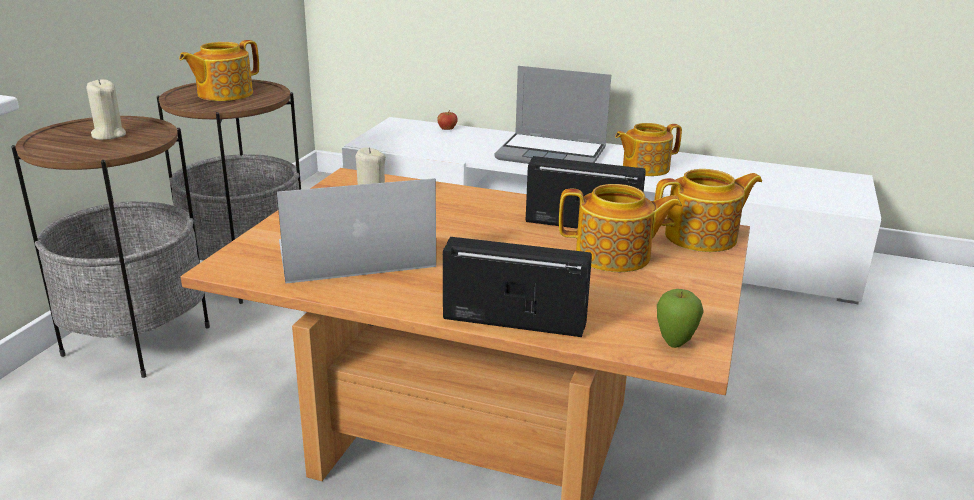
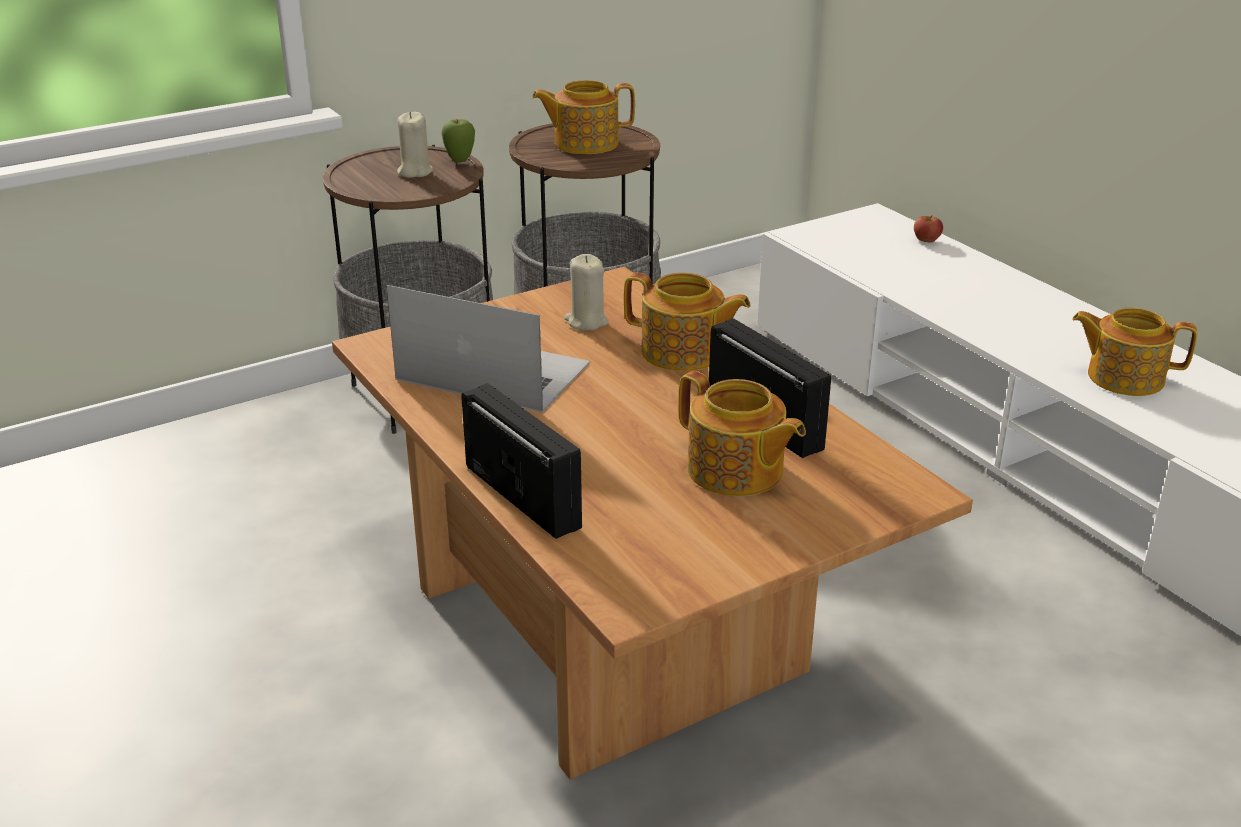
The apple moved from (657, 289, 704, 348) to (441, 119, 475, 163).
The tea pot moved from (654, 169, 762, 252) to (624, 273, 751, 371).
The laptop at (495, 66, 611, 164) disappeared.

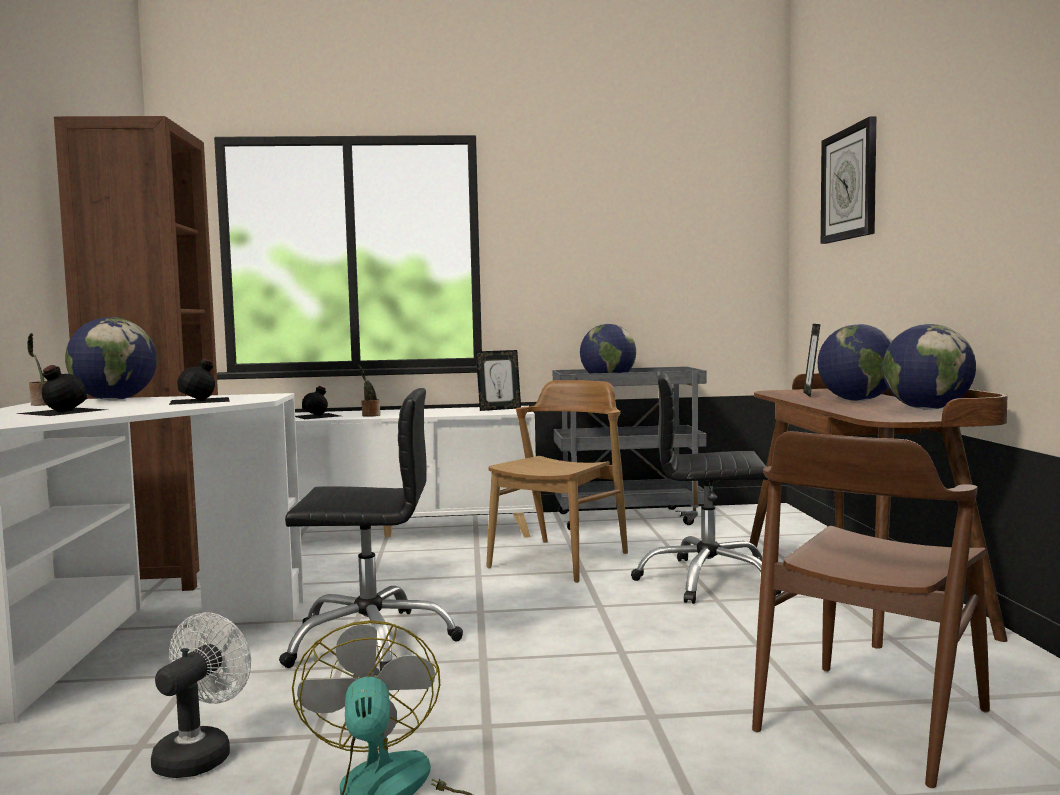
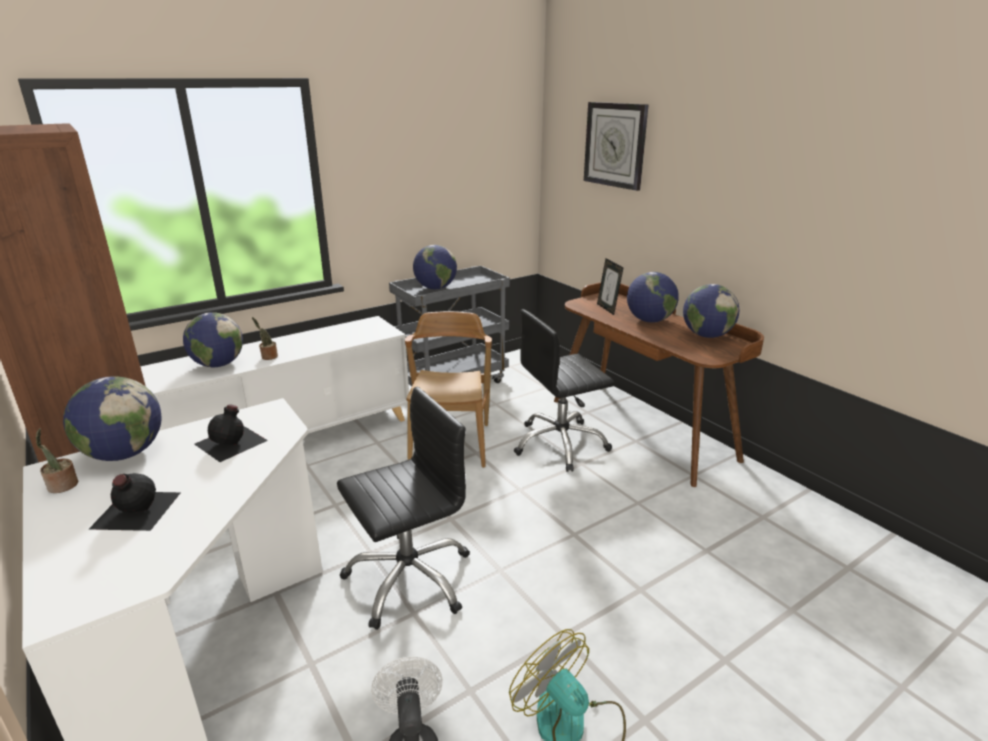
The bottle/black at (295, 386, 340, 419) was replaced by the world globe at (183, 312, 243, 367).
The photo frame at (476, 350, 521, 411) disappeared.
The plain chair/brownish at (752, 431, 990, 788) disappeared.

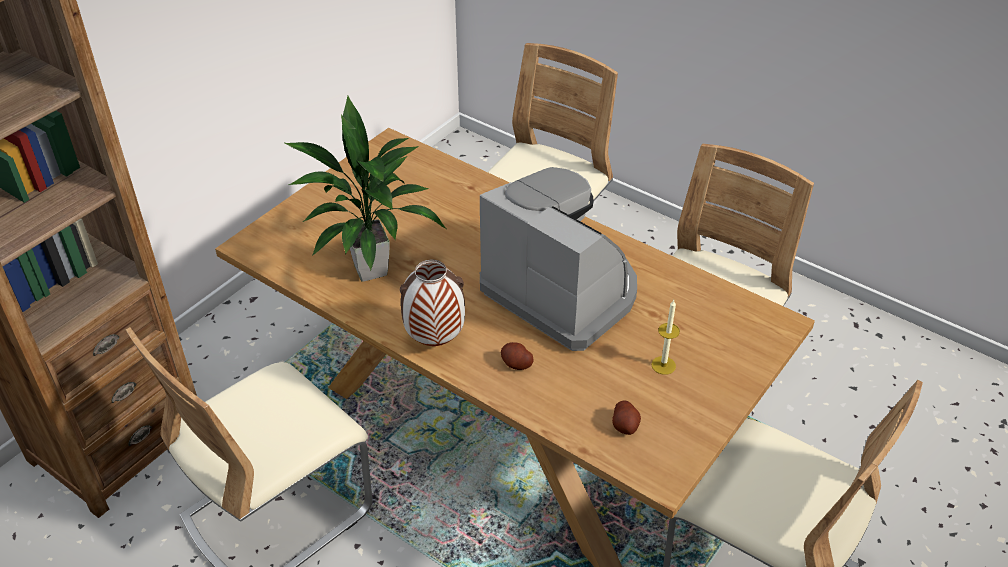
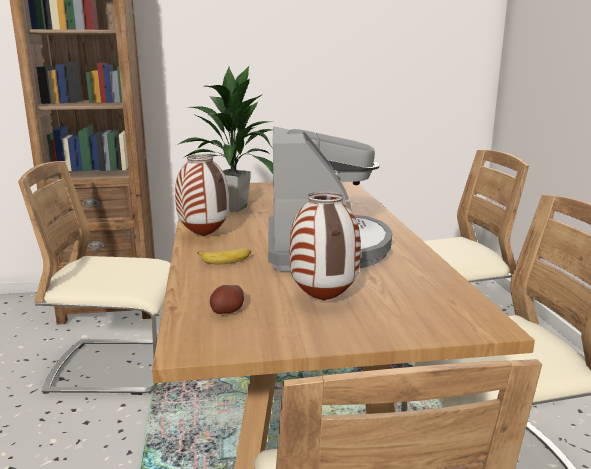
The potato at (501, 342, 534, 370) was replaced by the banana at (197, 248, 251, 264).
The candle at (651, 300, 680, 375) was replaced by the decorative vase at (289, 191, 361, 301).

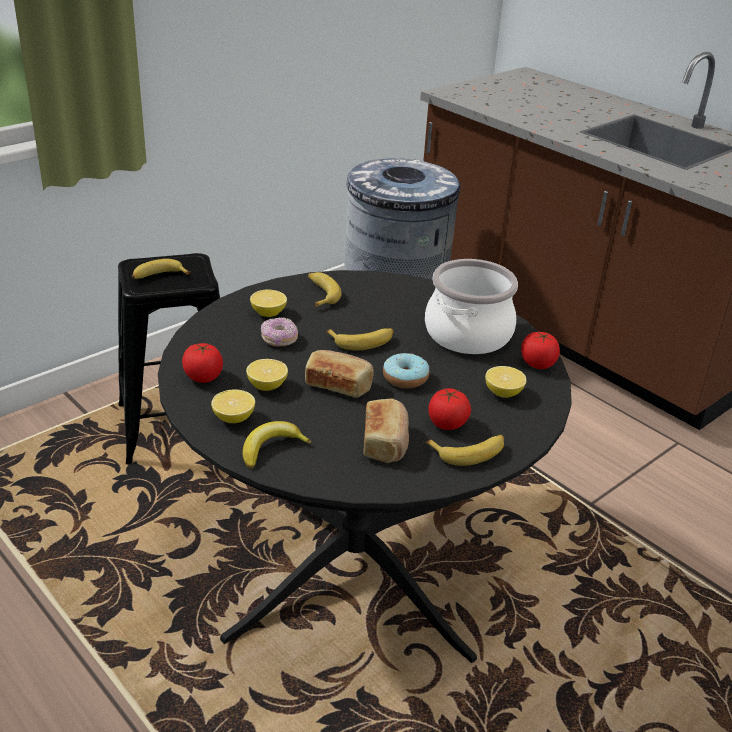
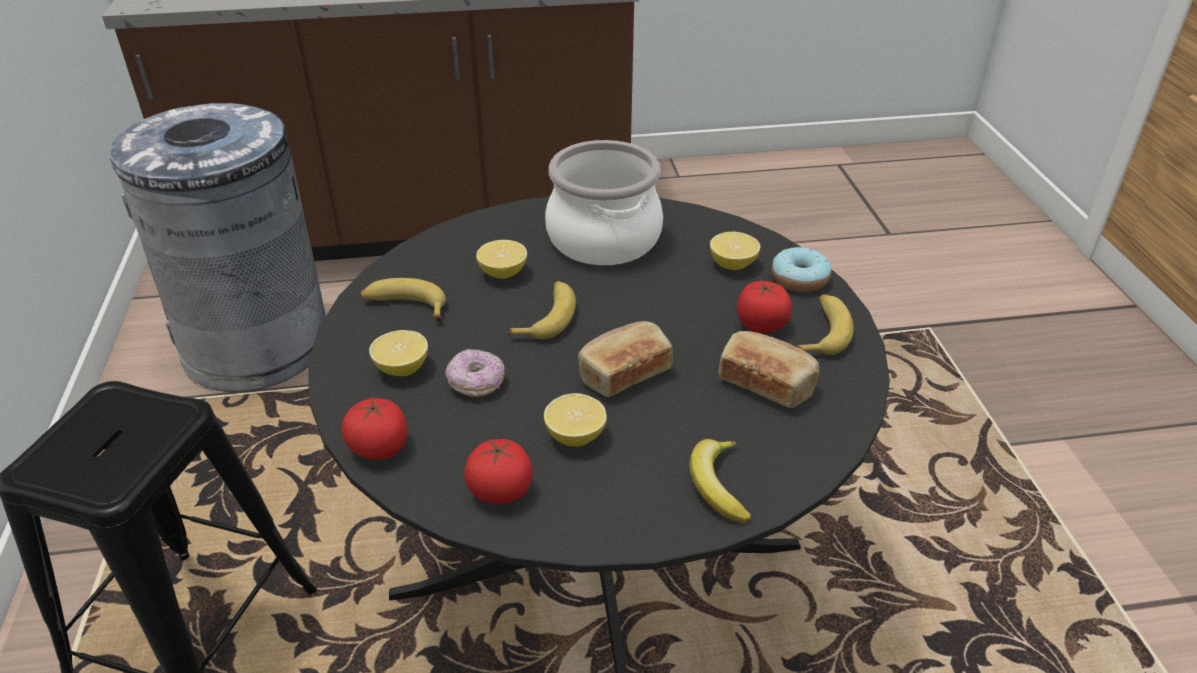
The tomato moved from (521, 332, 560, 369) to (342, 397, 407, 460).
The citrus fruit moved from (211, 389, 255, 423) to (476, 240, 527, 279).
The donut moved from (383, 353, 429, 388) to (771, 247, 831, 292).
The banana at (132, 259, 191, 279) disappeared.

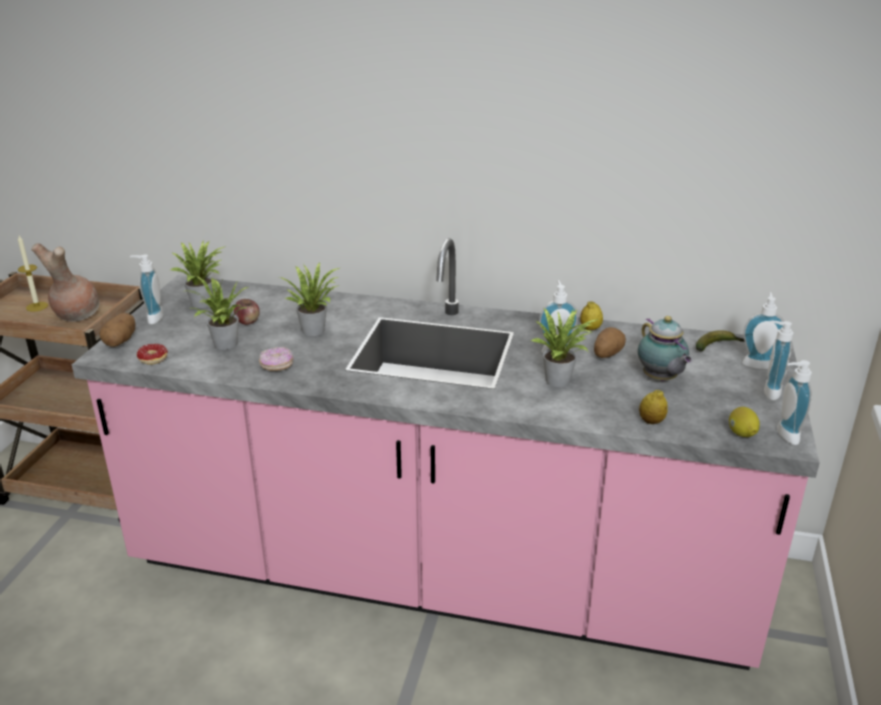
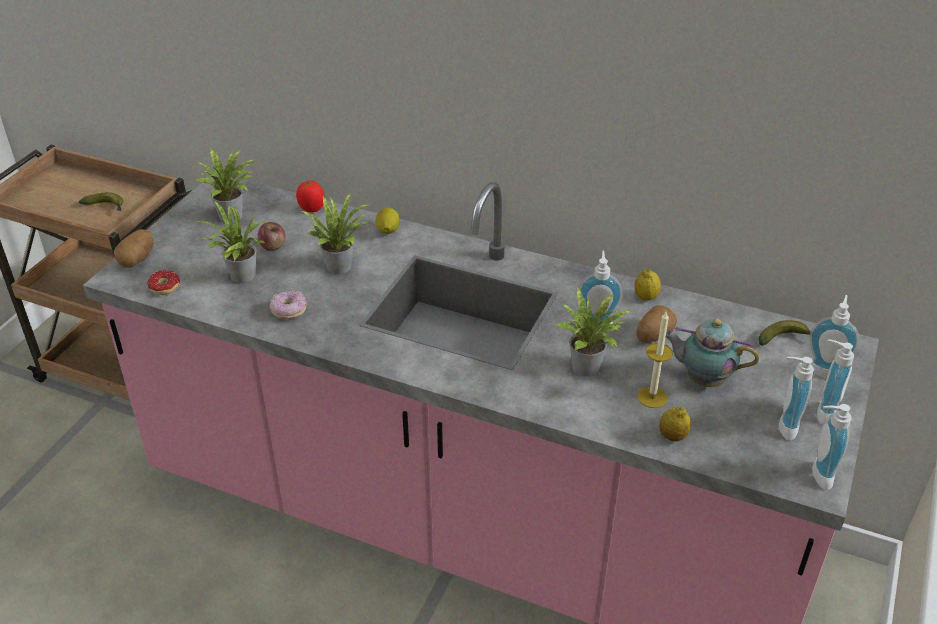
The decorative vase/brownish at (31, 243, 100, 322) was replaced by the banana at (79, 192, 123, 211).
The tomato at (296, 181, 325, 212) appeared.
The citrus fruit moved from (729, 407, 760, 437) to (375, 208, 400, 234).
The candle moved from (18, 235, 48, 312) to (638, 312, 673, 408).
The tea pot at (638, 316, 693, 381) turned 120 degrees clockwise.
The soap bottle moved from (130, 255, 164, 324) to (779, 357, 814, 440).

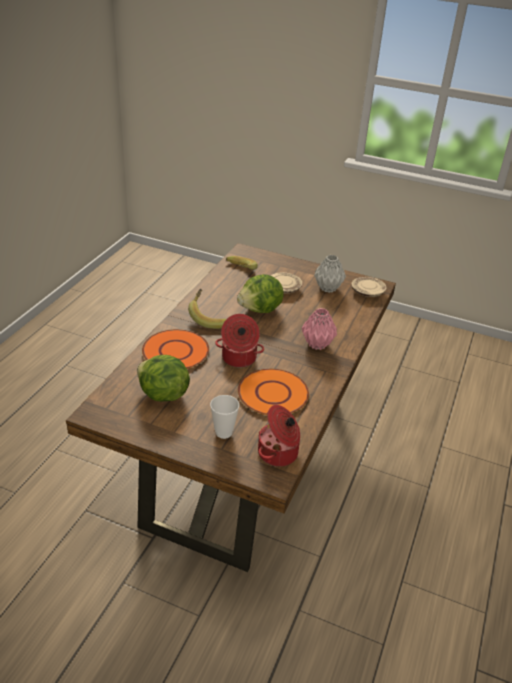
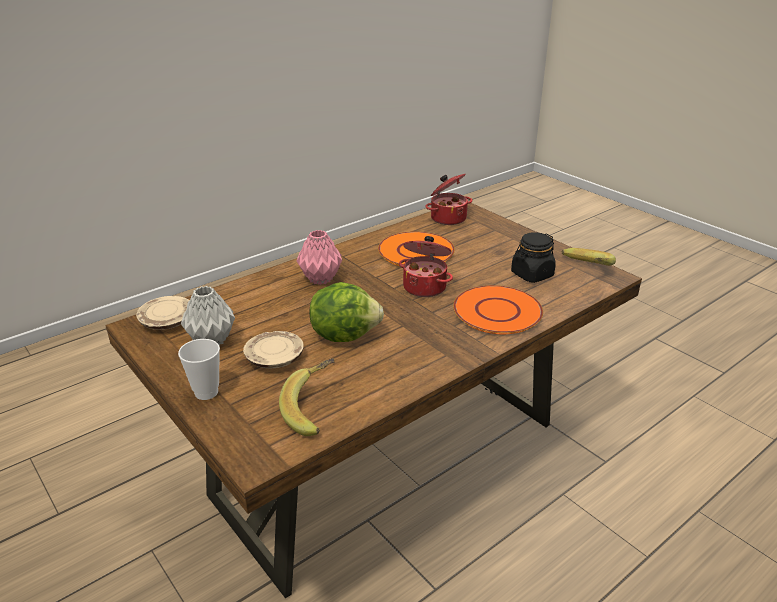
The drinking cup moved from (210, 395, 239, 439) to (178, 339, 220, 400).
The lettuce at (137, 355, 190, 402) was replaced by the jar/black at (511, 232, 556, 283).
The banana moved from (188, 289, 226, 329) to (562, 248, 616, 266).

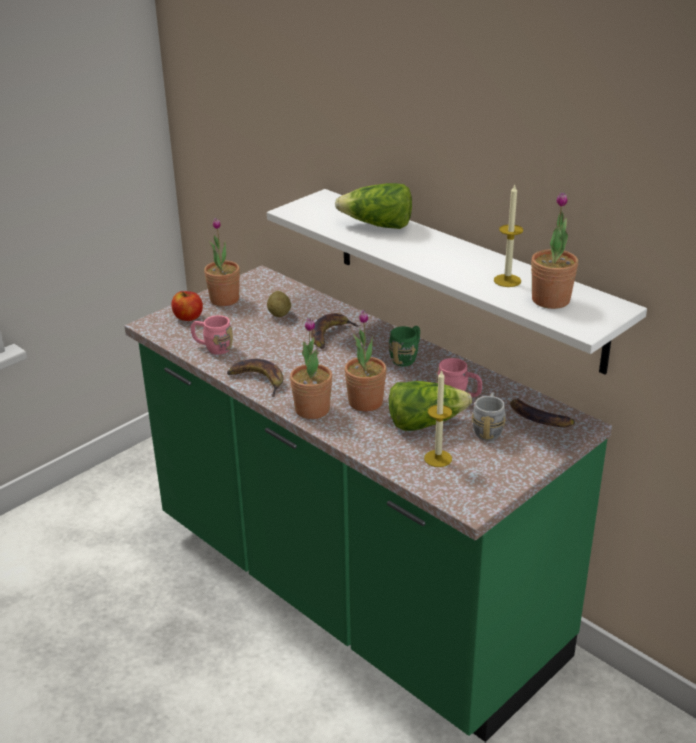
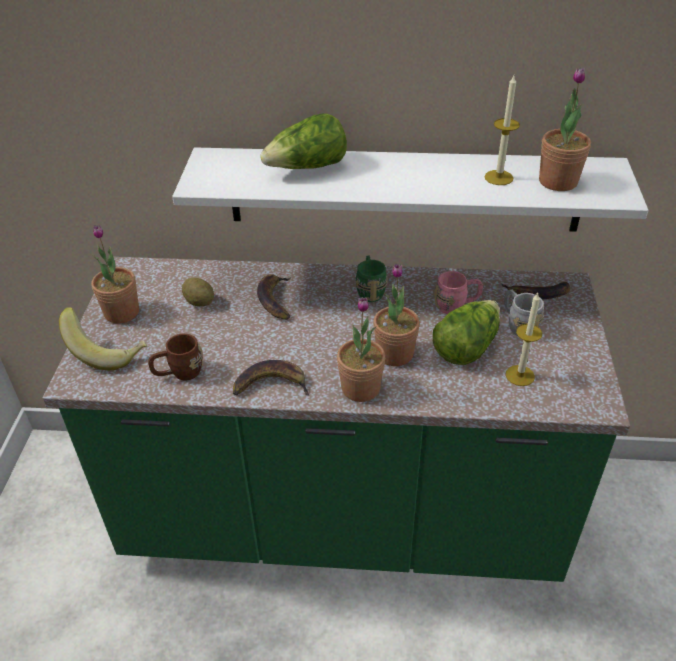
The apple at (172, 291, 203, 321) was replaced by the banana at (59, 307, 147, 370).
The tea mug/pinkish at (191, 315, 233, 355) became the tea mug/brownish at (148, 334, 203, 380).

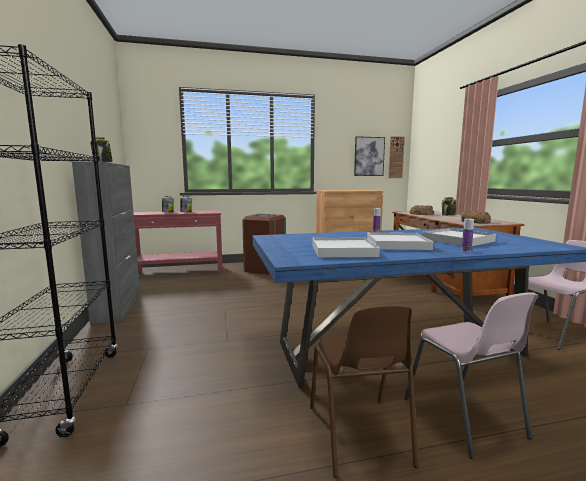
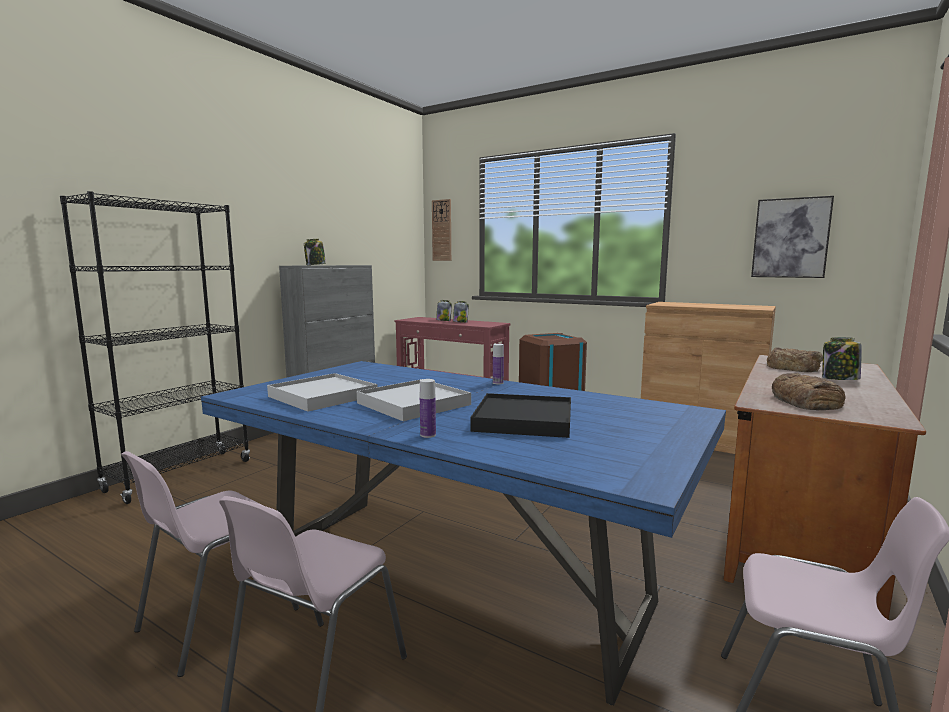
The plain chair/brownish at (310, 304, 418, 478) became the plain chair/pinkish at (121, 451, 299, 677).
The clock on the wall moved from (388, 136, 405, 178) to (432, 199, 451, 261).
The tray/whitish at (422, 228, 496, 246) became the tray/black at (471, 393, 571, 438).

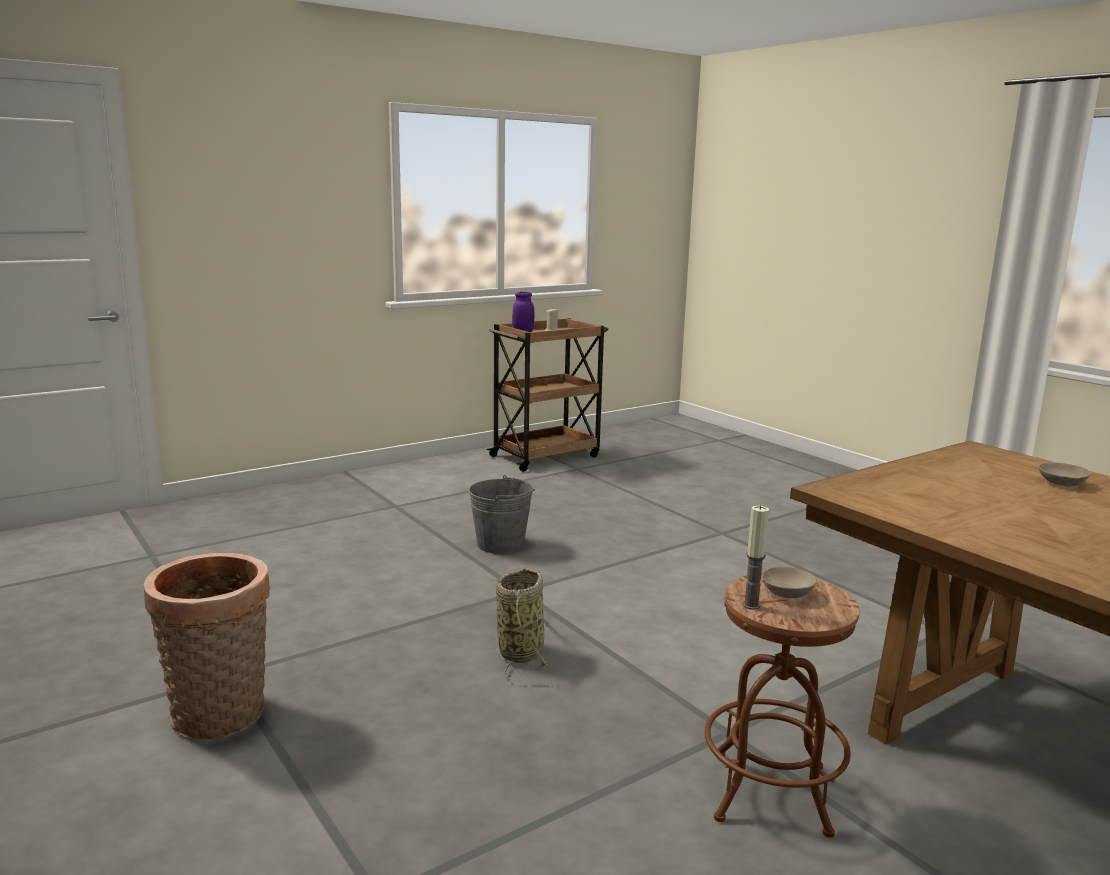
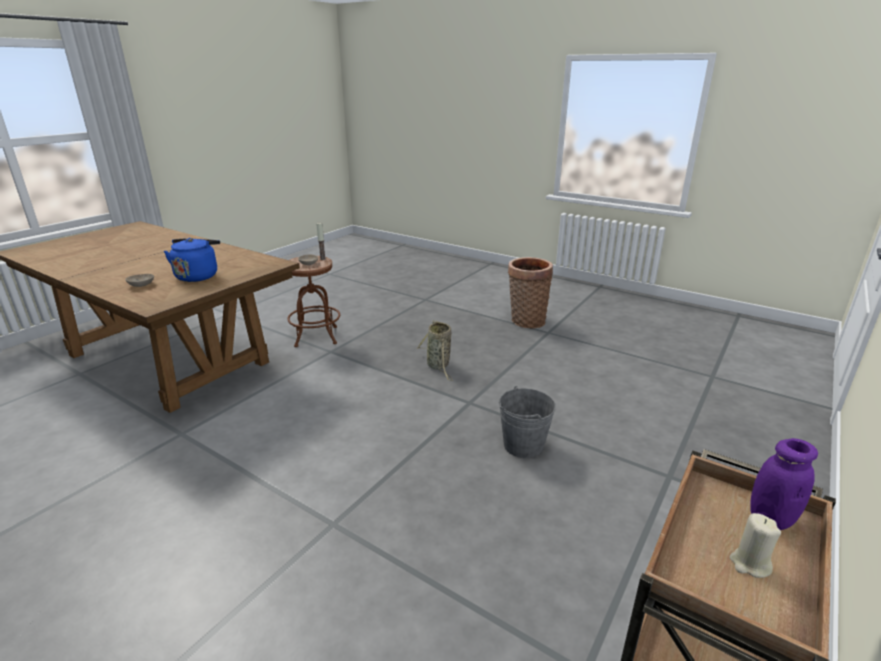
The kettle/blue-coloured at (164, 238, 220, 282) appeared.

